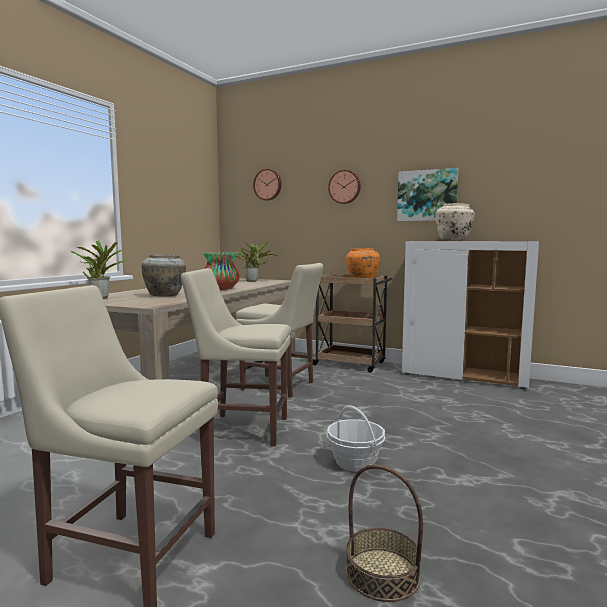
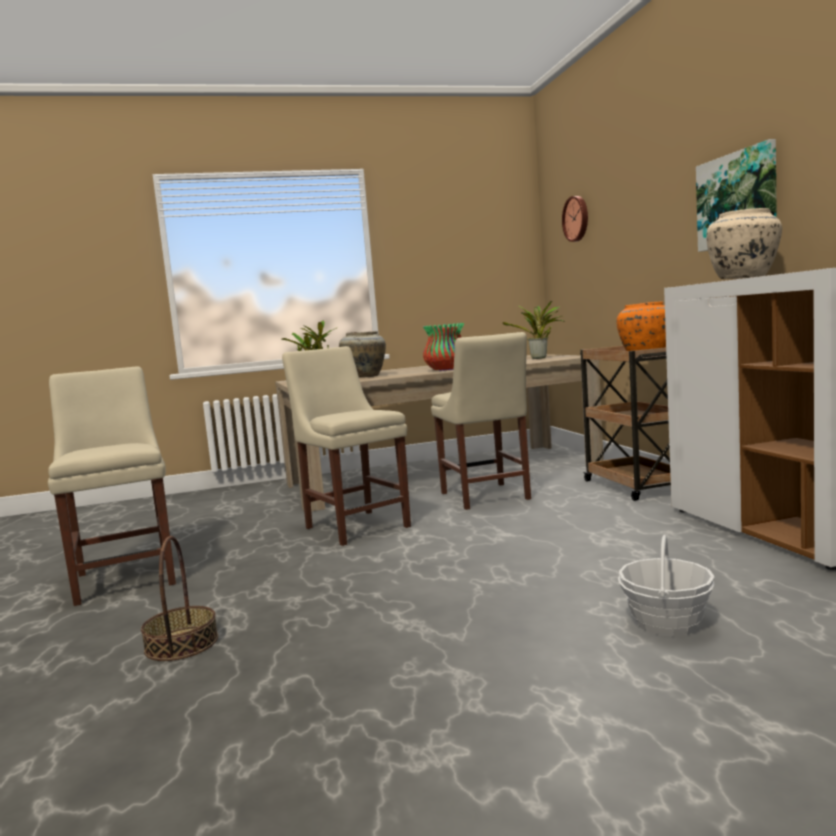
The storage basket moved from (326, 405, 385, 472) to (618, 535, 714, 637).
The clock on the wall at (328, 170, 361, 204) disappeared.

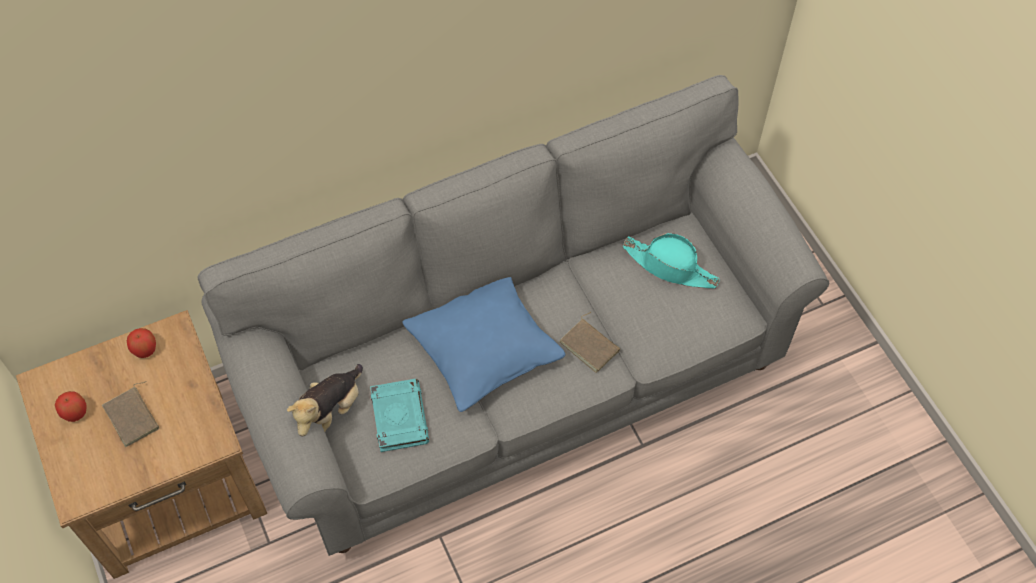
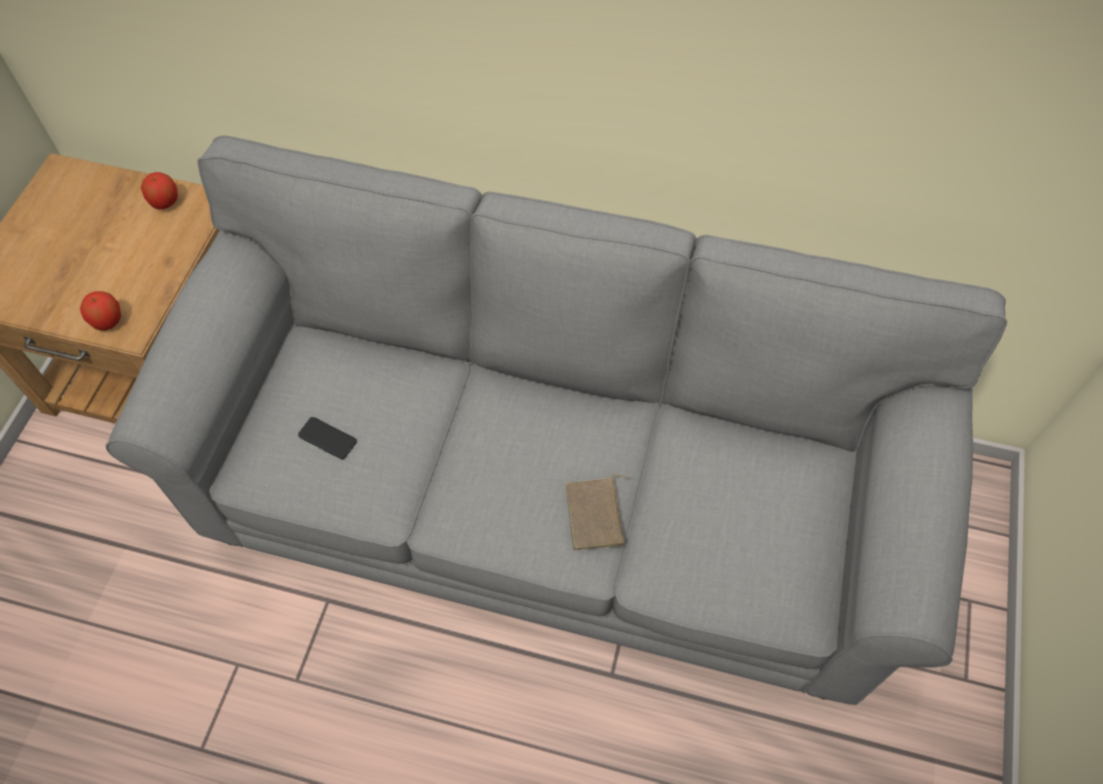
The apple moved from (55, 391, 87, 422) to (80, 291, 121, 330).
The book/turquoise-coloured at (370, 379, 429, 452) was replaced by the telephone at (298, 417, 357, 459).
The book/brownish at (102, 381, 159, 447) disappeared.
The plush toy at (287, 364, 363, 437) disappeared.
The cushion/blue-coloured at (402, 277, 565, 412) disappeared.
The clothing hat/turquoise-coloured at (622, 233, 720, 288) disappeared.

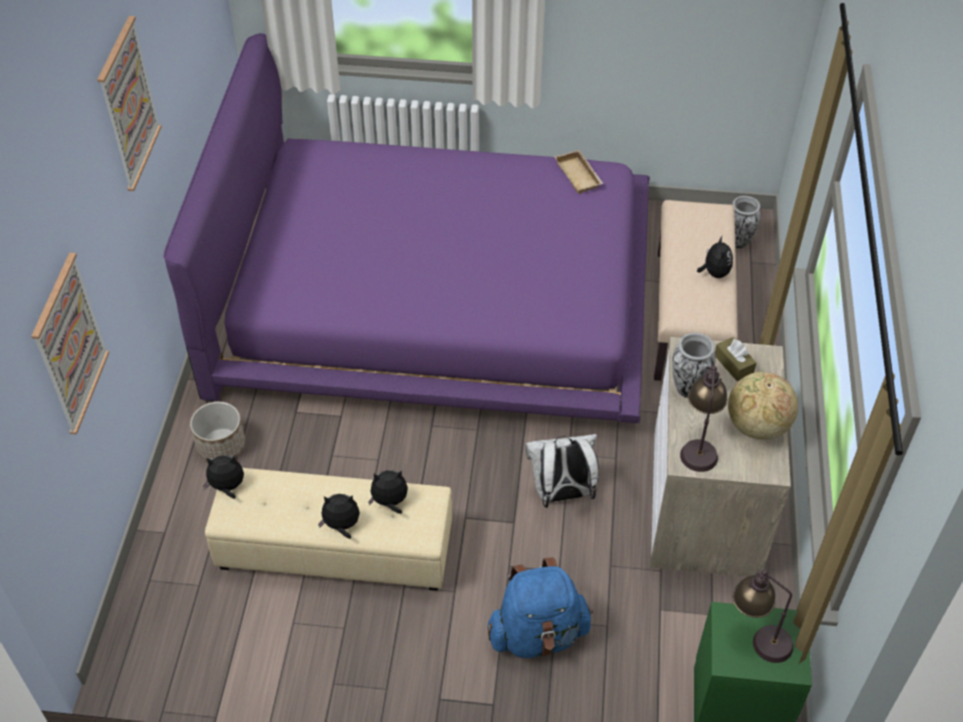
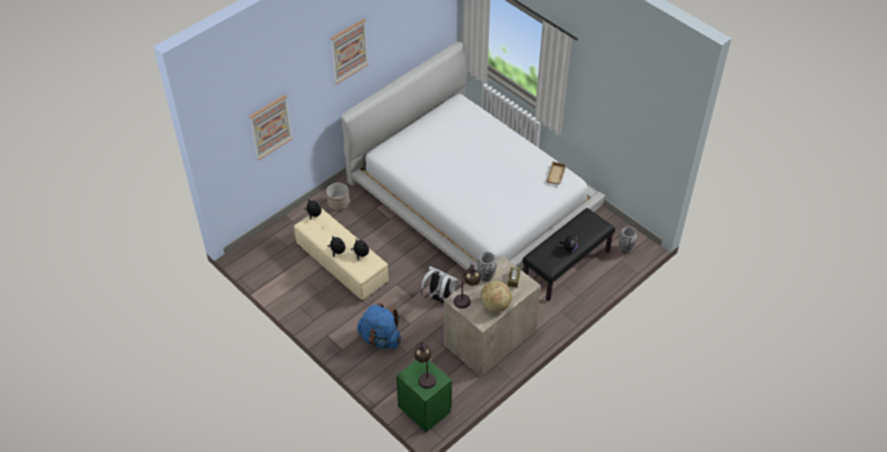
The bed/purple at (164, 33, 650, 424) became the bed/whitish at (342, 42, 606, 271).
The long seat/sand-coloured at (654, 200, 738, 381) became the long seat/black at (522, 208, 615, 302).

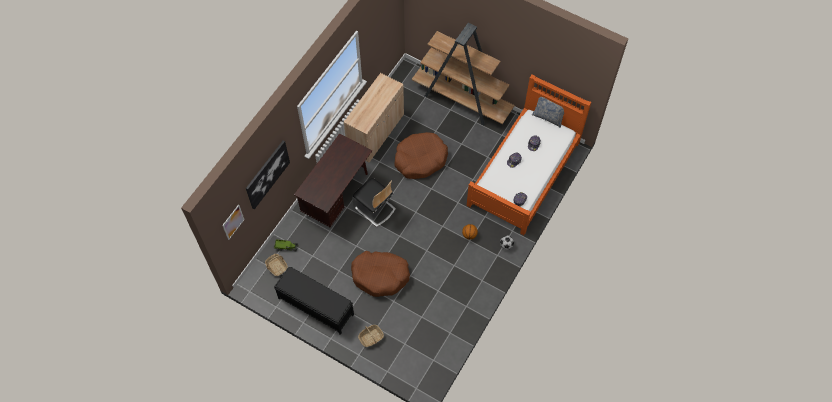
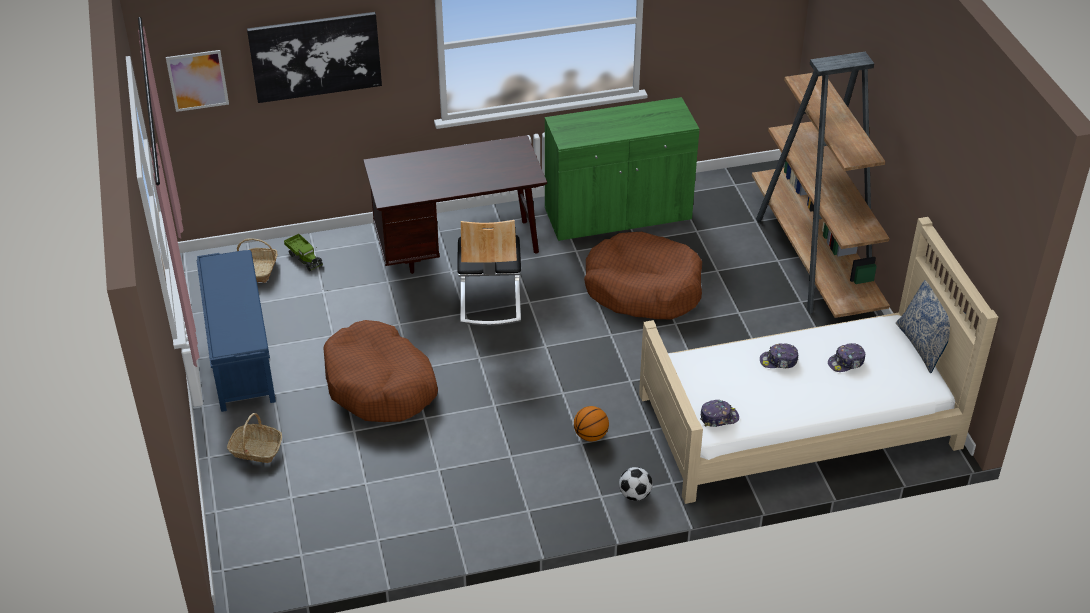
The long seat/black at (274, 267, 354, 335) became the long seat/blue-coloured at (197, 250, 276, 412).
The cupboard/sand-coloured at (344, 73, 404, 162) became the cupboard/green-coloured at (545, 97, 699, 241).
The bed/orange-coloured at (466, 74, 591, 235) became the bed/sand-coloured at (639, 217, 998, 504).

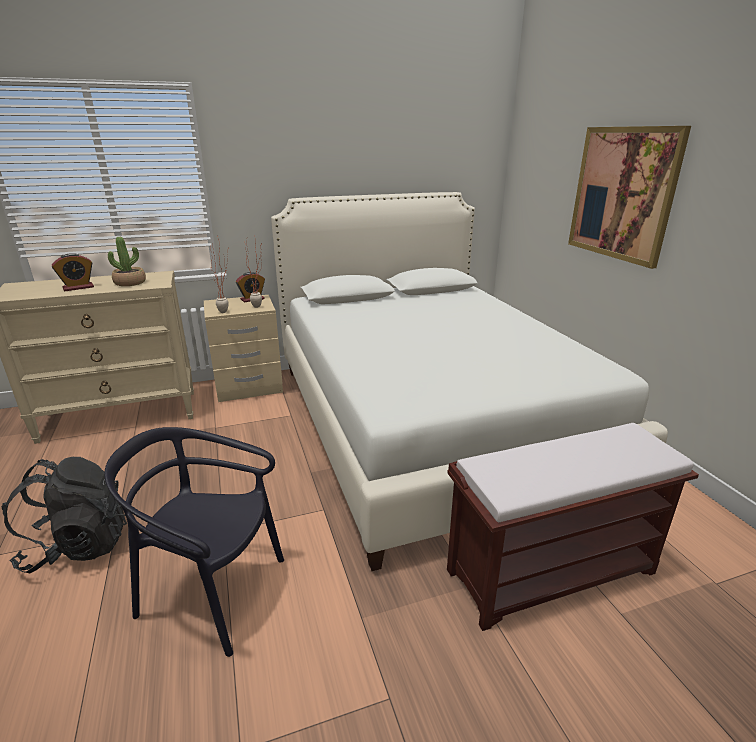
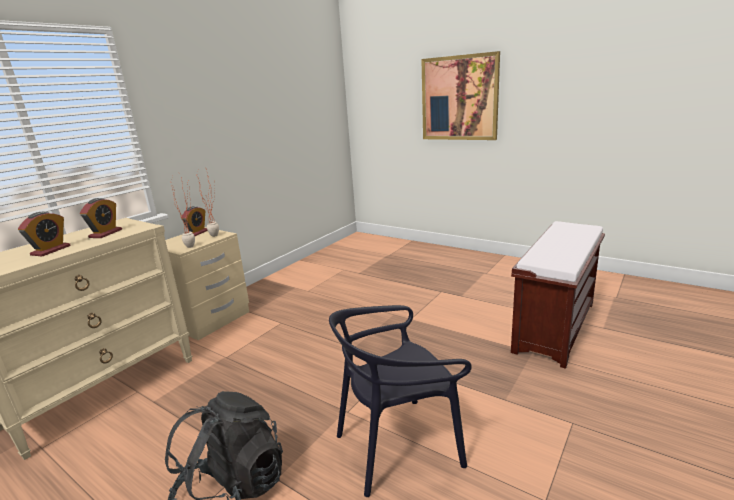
The plant in a pot at (108, 237, 146, 286) was replaced by the table clock at (80, 198, 122, 238).
The bed/whitish at (271, 192, 668, 571) disappeared.

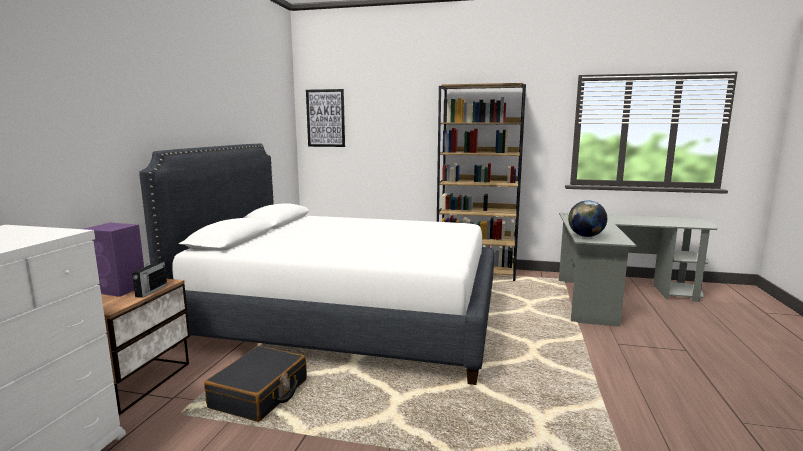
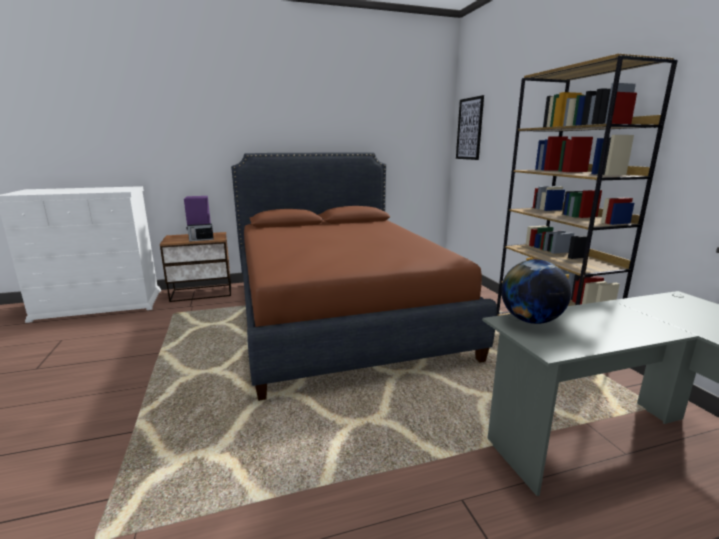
The bed/whitish at (139, 143, 494, 385) became the bed/brownish at (231, 152, 497, 401).
The travel case/black at (204, 346, 307, 422) disappeared.

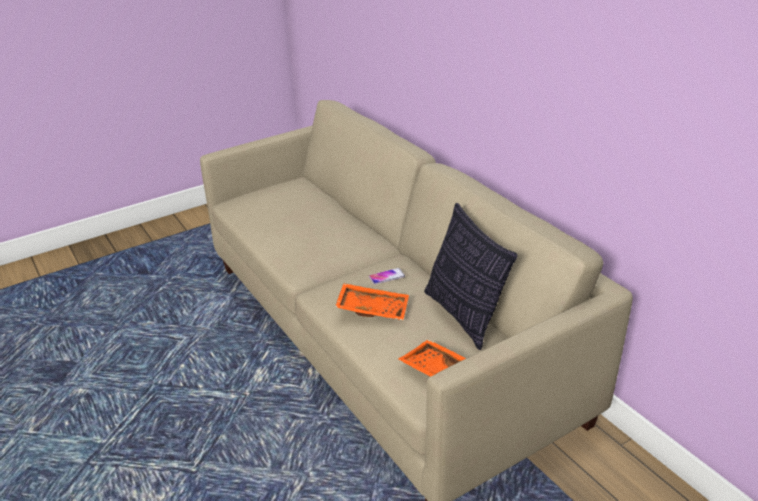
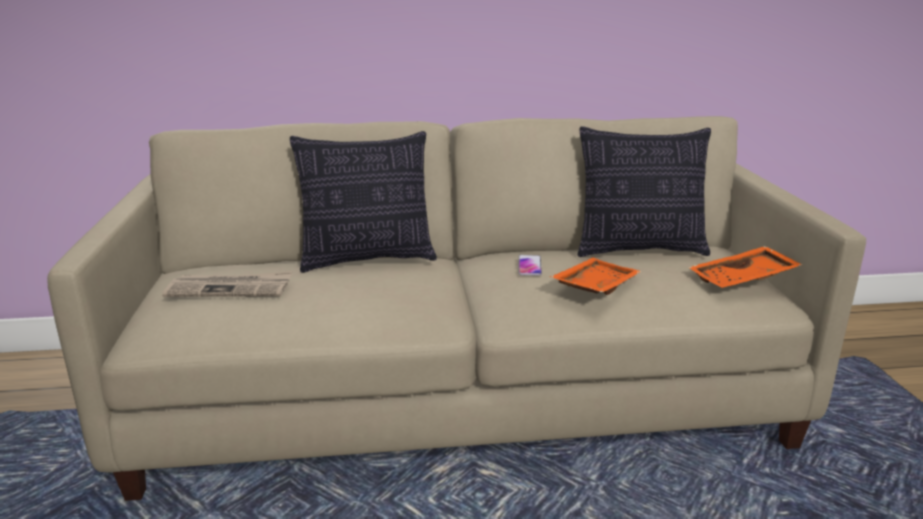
The printed paper at (162, 272, 292, 297) appeared.
The cushion at (290, 131, 437, 273) appeared.

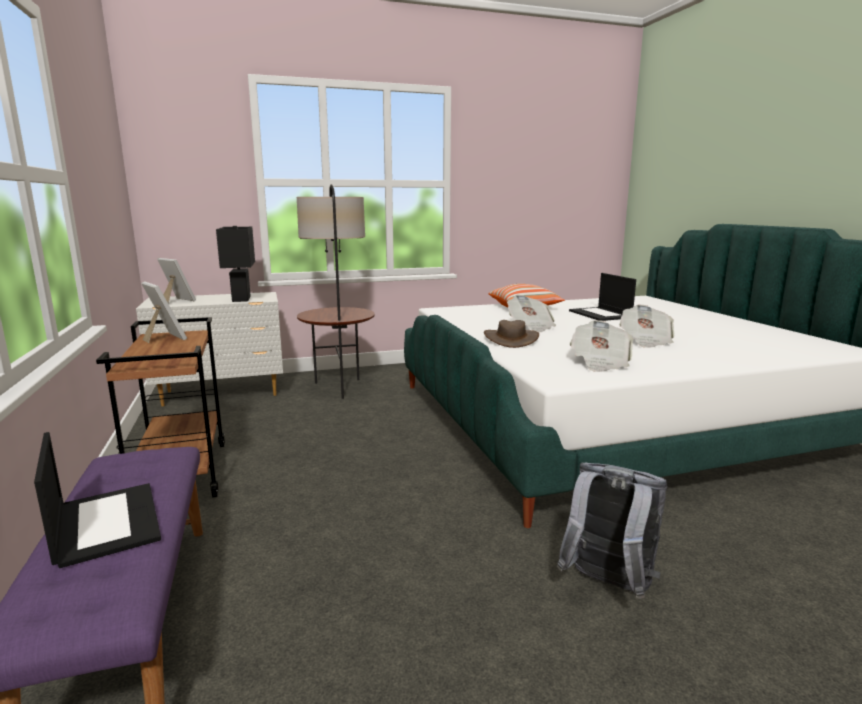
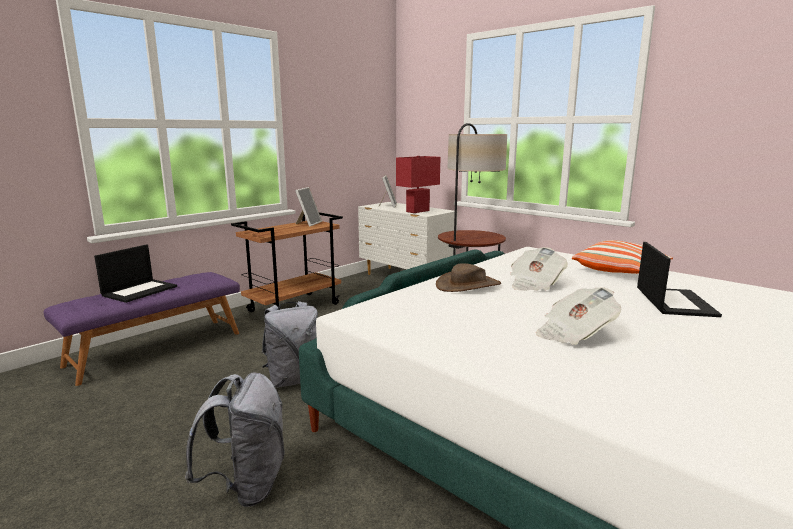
The rucksack/gray at (262, 301, 318, 388) appeared.
The table lamp/black at (216, 226, 255, 302) became the table lamp/red-coloured at (396, 156, 440, 213).
The laptop at (569, 273, 636, 321) turned 150 degrees clockwise.
The printed paper at (570, 320, 633, 372) disappeared.

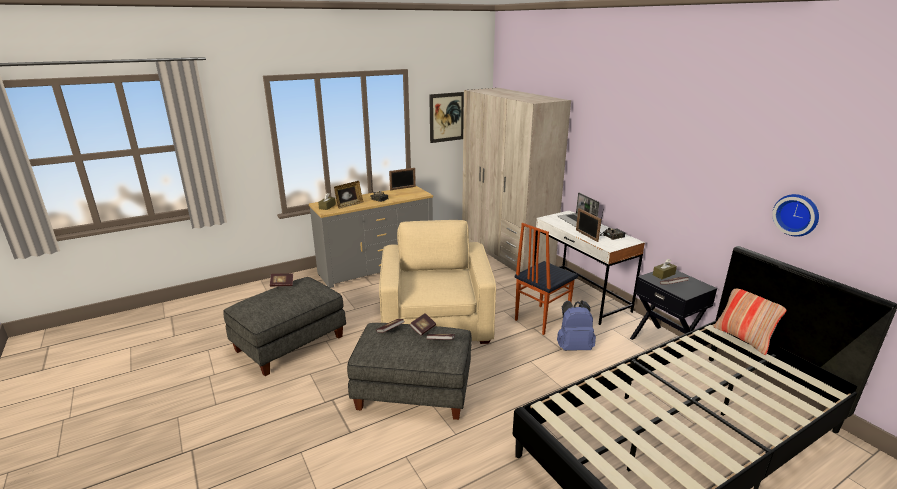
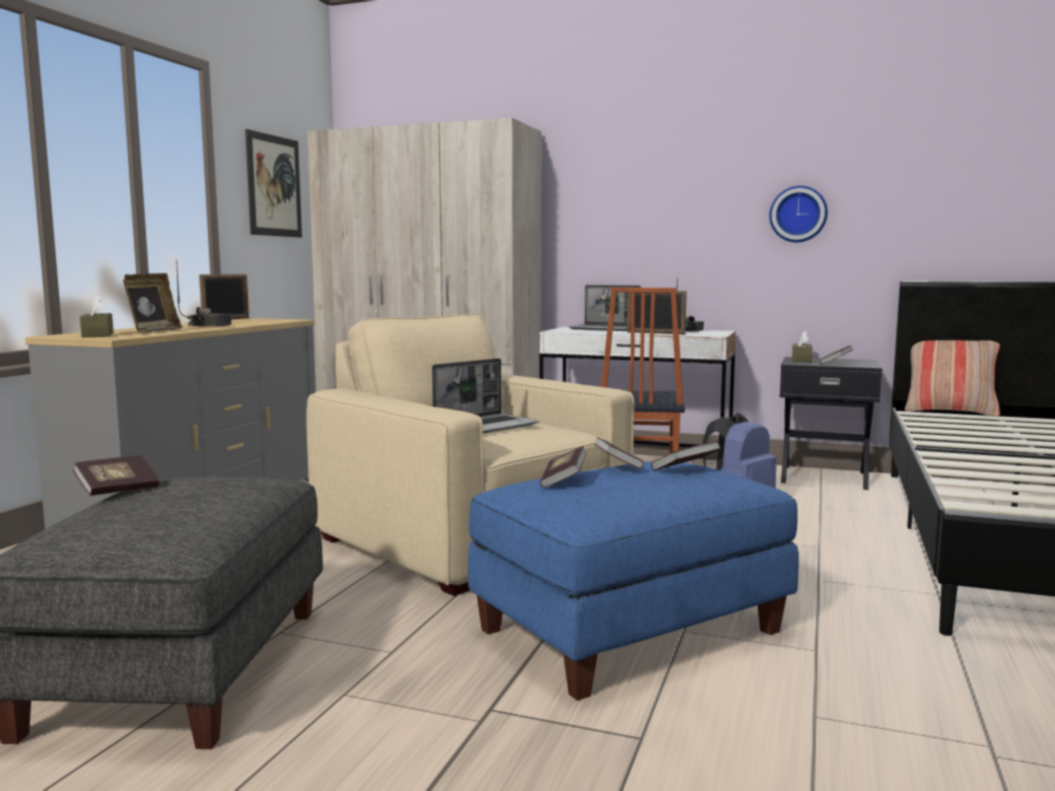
The laptop at (432, 358, 539, 433) appeared.
The ottoman/gray at (347, 323, 472, 420) became the ottoman/blue-coloured at (468, 461, 799, 701).
The clock on the wall moved from (772, 194, 819, 237) to (769, 186, 828, 242).

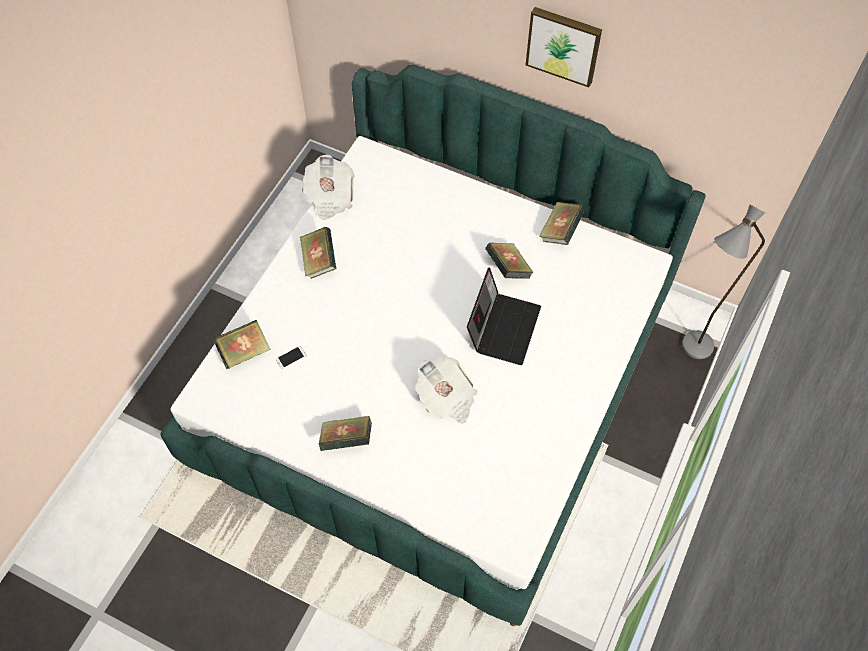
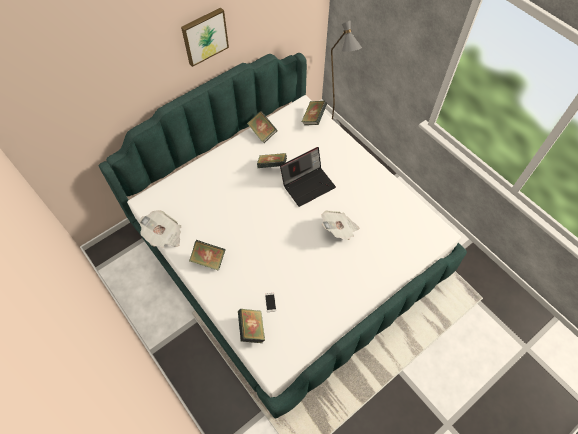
The laptop at (467, 267, 541, 365) turned 105 degrees clockwise.
The book moved from (319, 416, 372, 451) to (302, 101, 327, 125).

